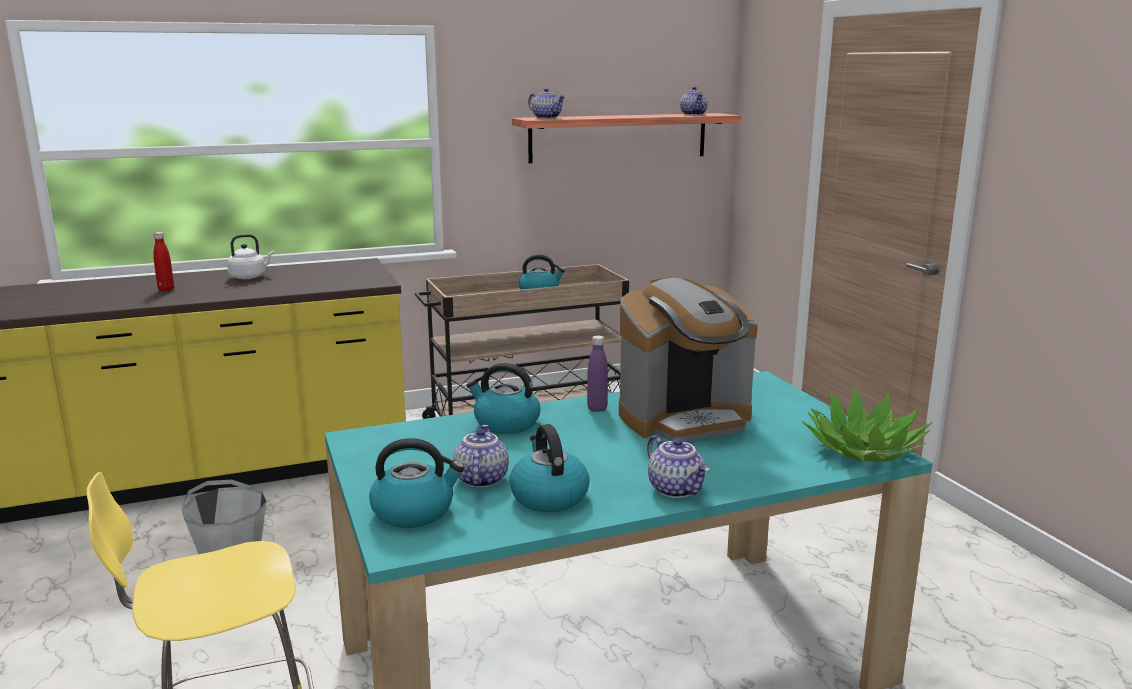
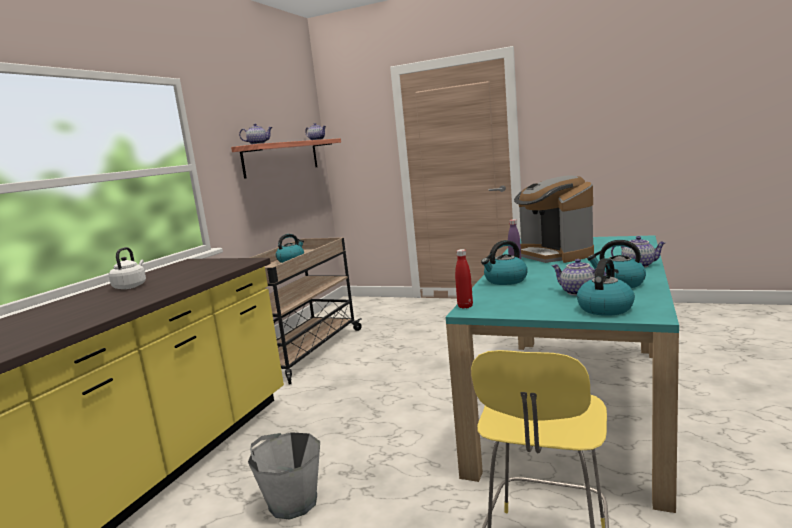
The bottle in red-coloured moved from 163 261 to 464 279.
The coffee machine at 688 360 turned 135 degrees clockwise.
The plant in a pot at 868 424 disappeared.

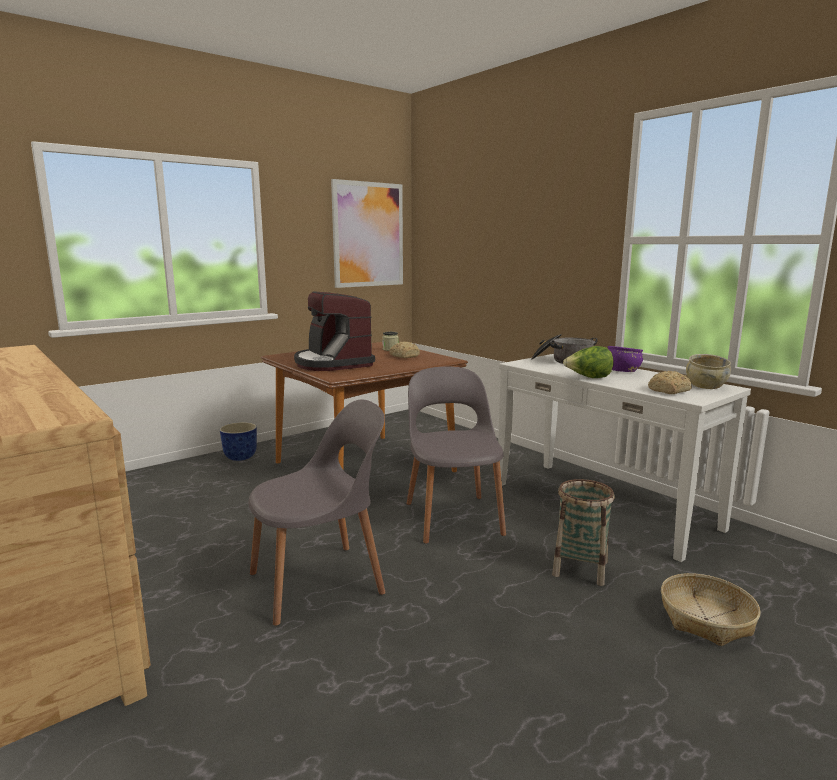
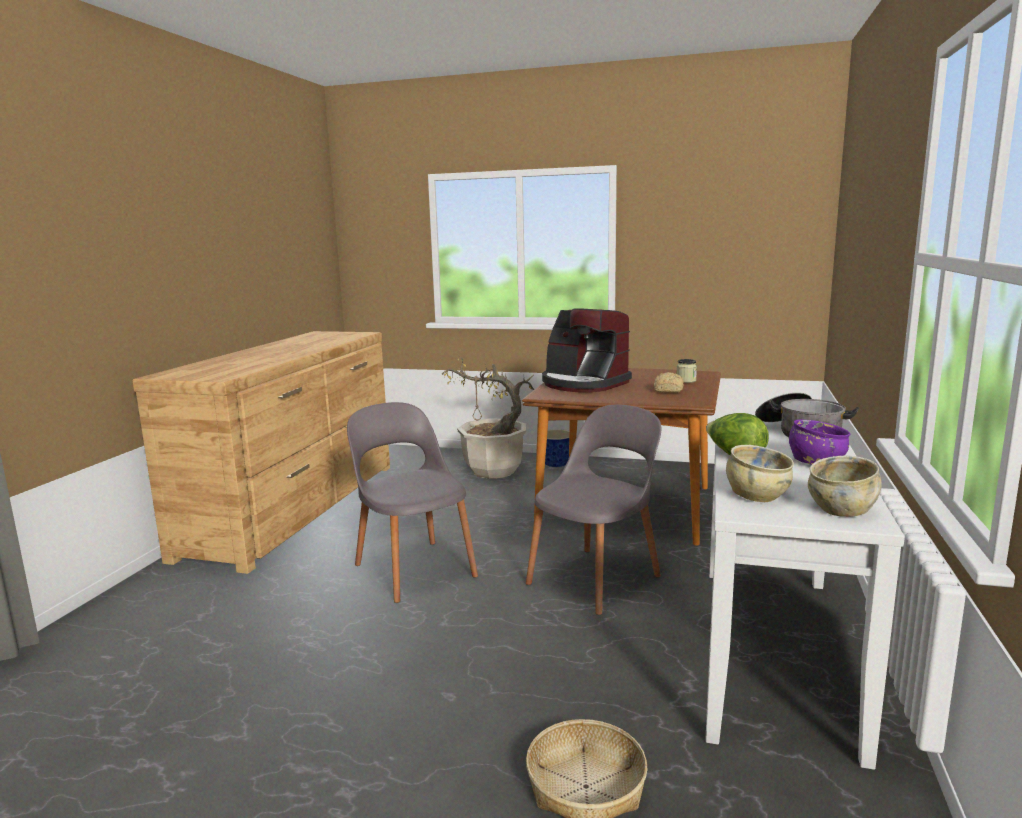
The wall picture at 367 233 disappeared.
The coffee machine at 334 331 turned 75 degrees counterclockwise.
The bread at 670 382 was replaced by the serving bowl in beige at 760 473.
The upright chair in gray at 317 513 turned 150 degrees counterclockwise.
The storage basket at 583 532 disappeared.
The plant in a pot at 488 417 appeared.

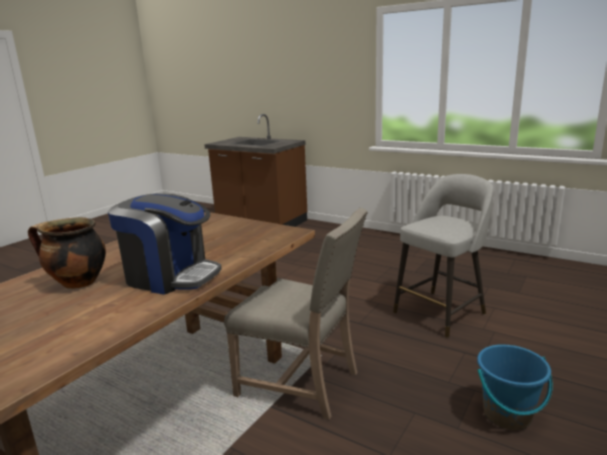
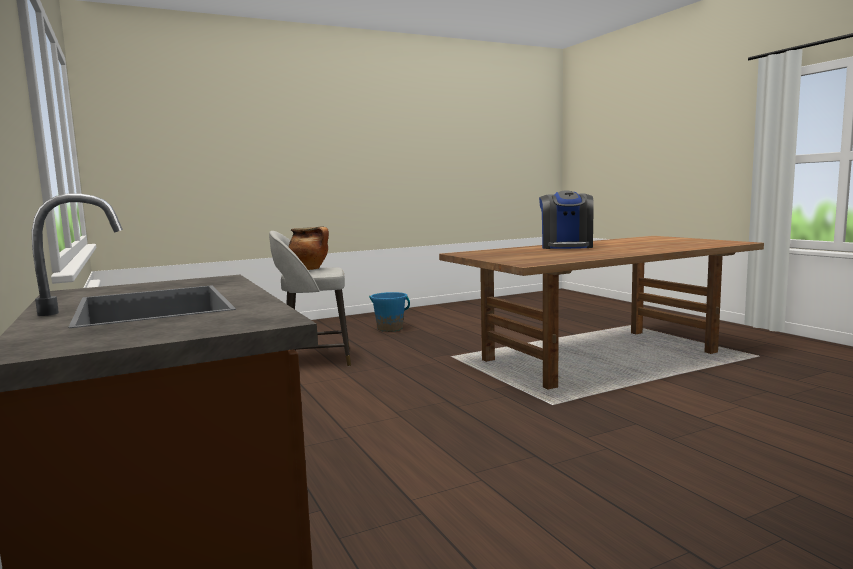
The coffee machine at 165 244 turned 135 degrees counterclockwise.
The upright chair in beige at 296 314 disappeared.
The cooking pot moved from 67 253 to 309 248.

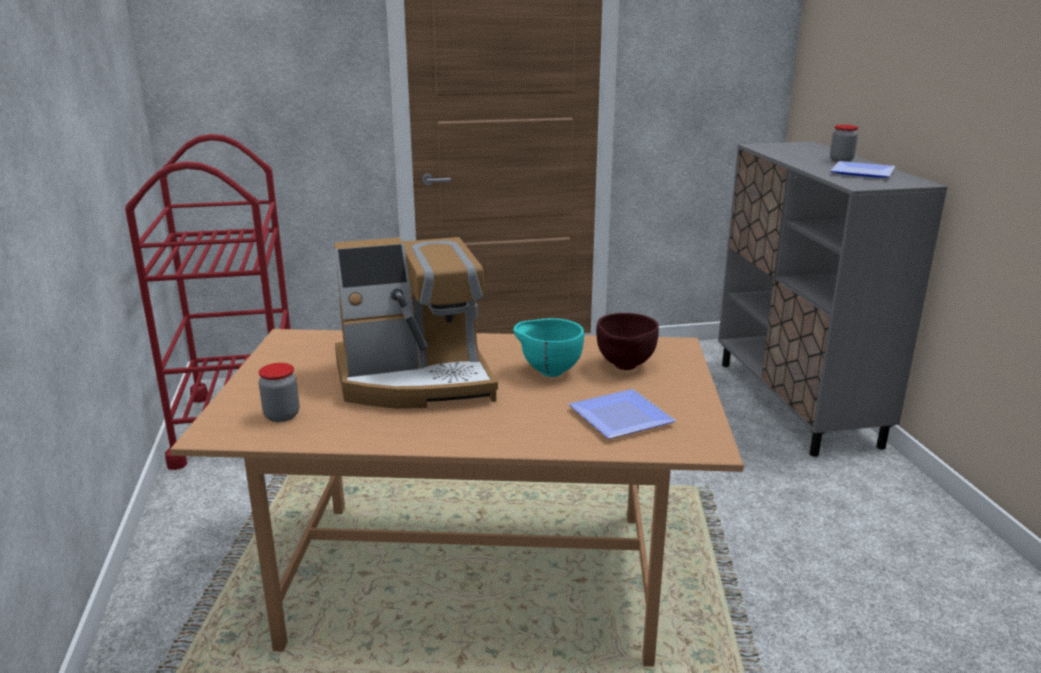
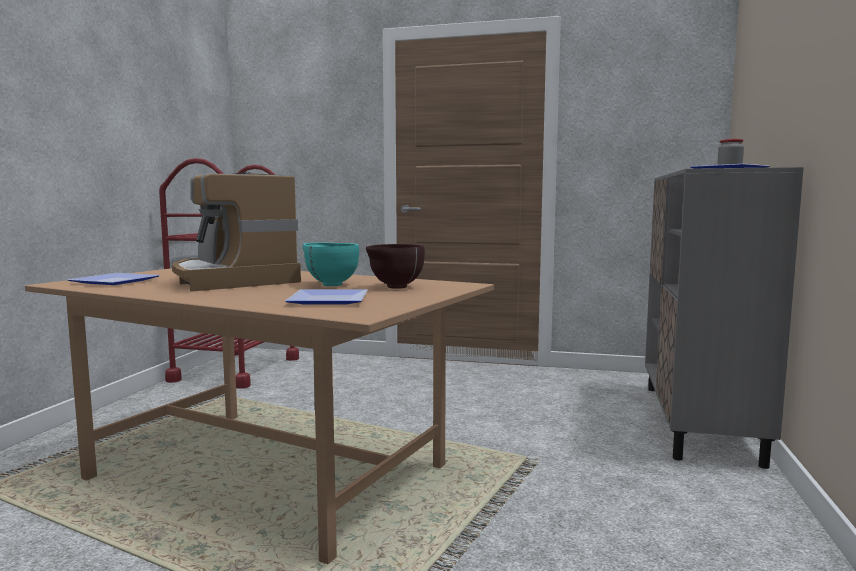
The coffee machine at 416 323 turned 45 degrees clockwise.
The jar at 279 392 was replaced by the dinner plate at 114 279.

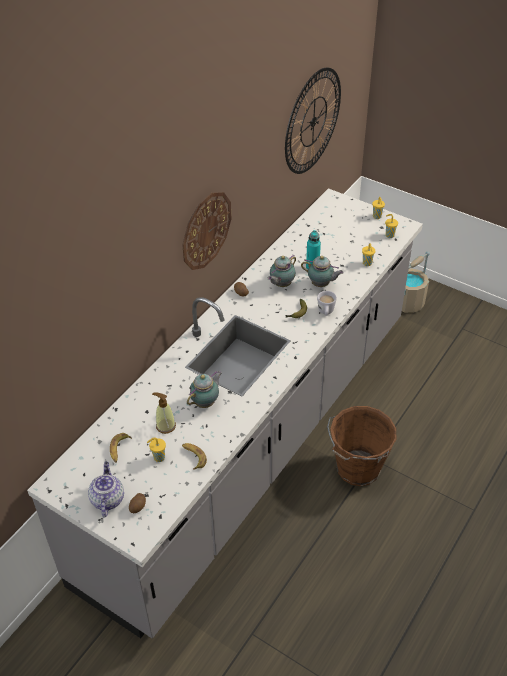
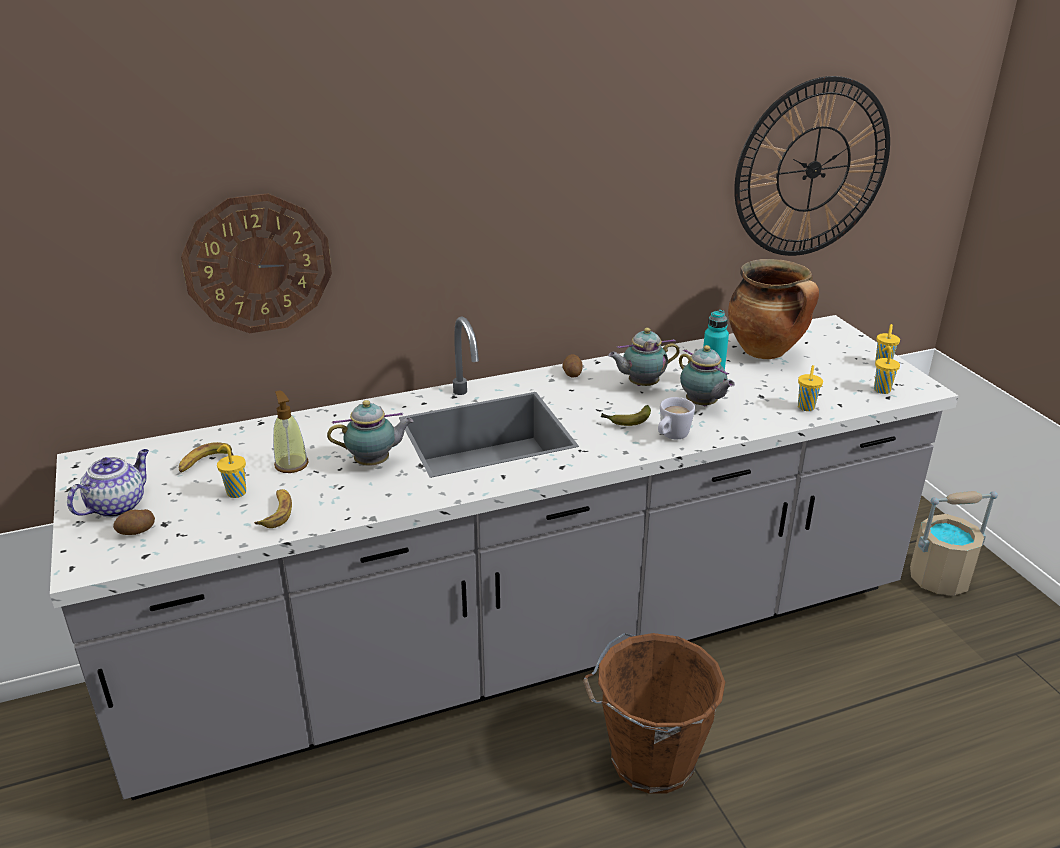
The clock on the wall moved from 206 231 to 256 263.
The cooking pot at 773 309 appeared.

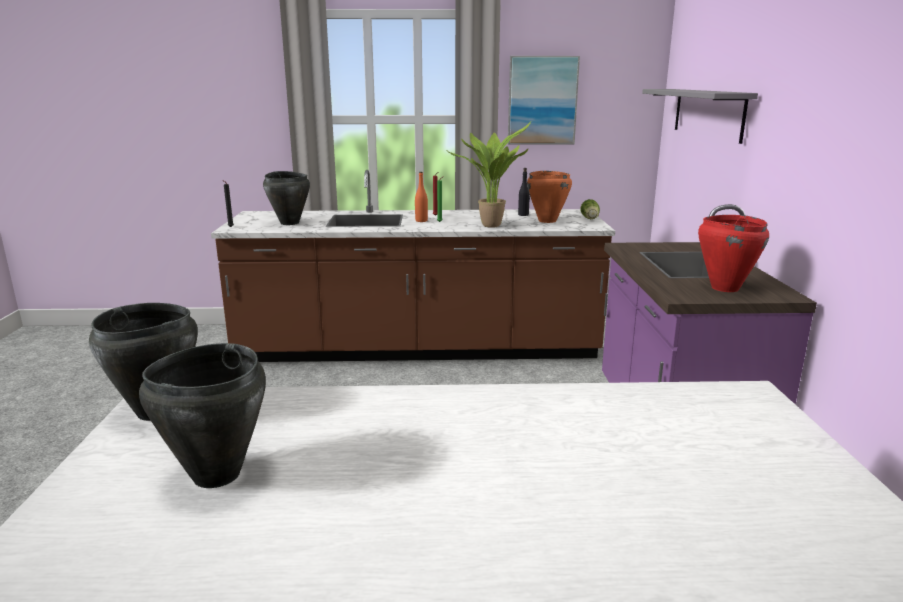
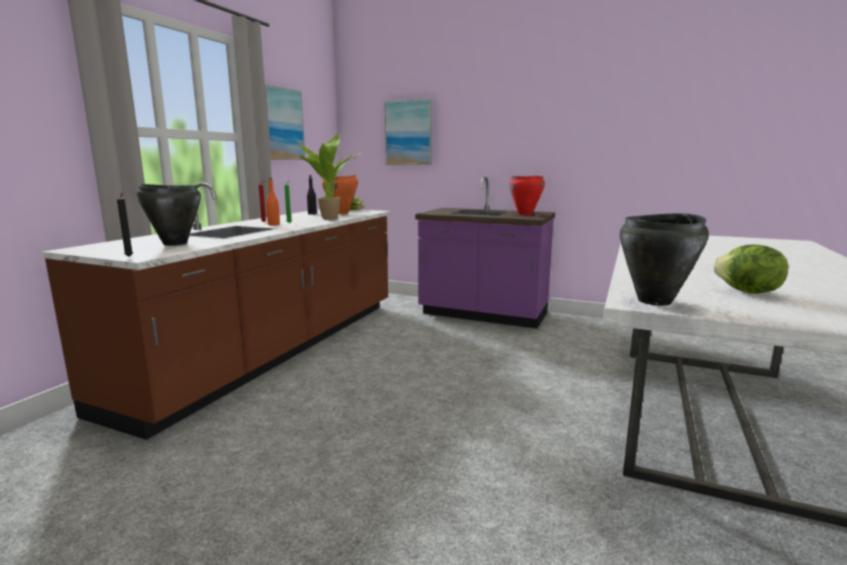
The wall shelf in gray at 700 116 was replaced by the wall picture at 408 132.
The cooking pot in black-coloured at 202 415 was replaced by the head of lettuce at 750 269.

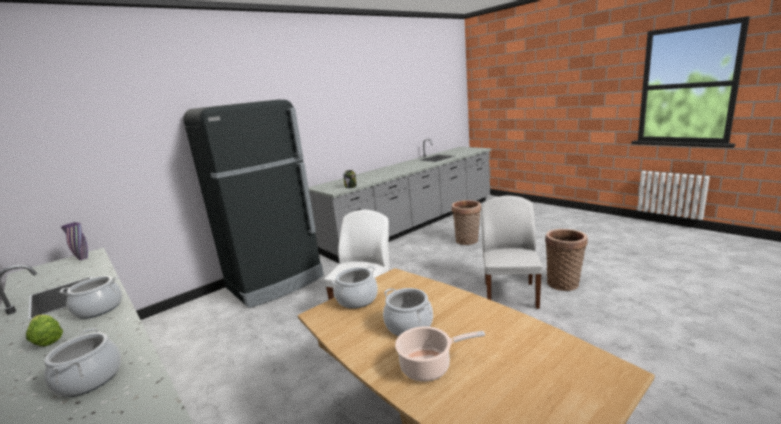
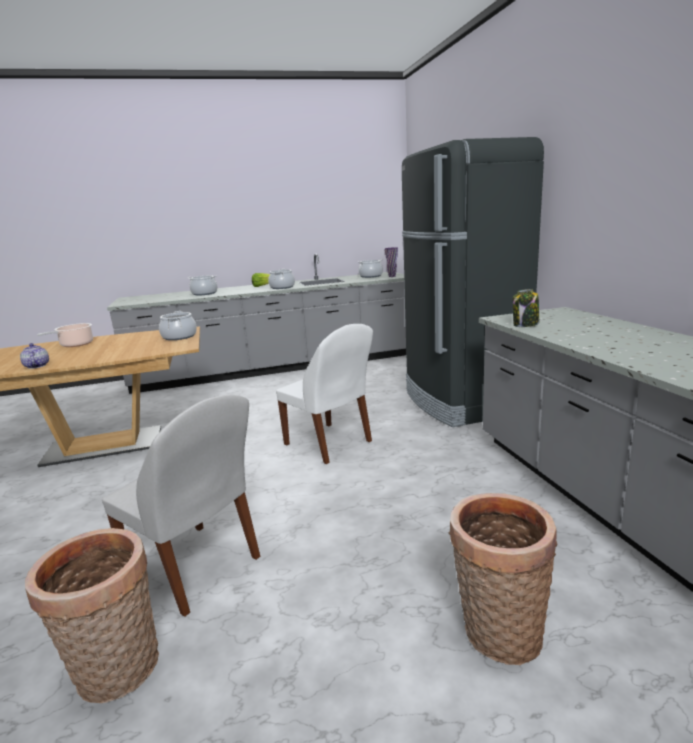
The cooking pot moved from 408 312 to 371 268.
The tea pot at 34 356 appeared.

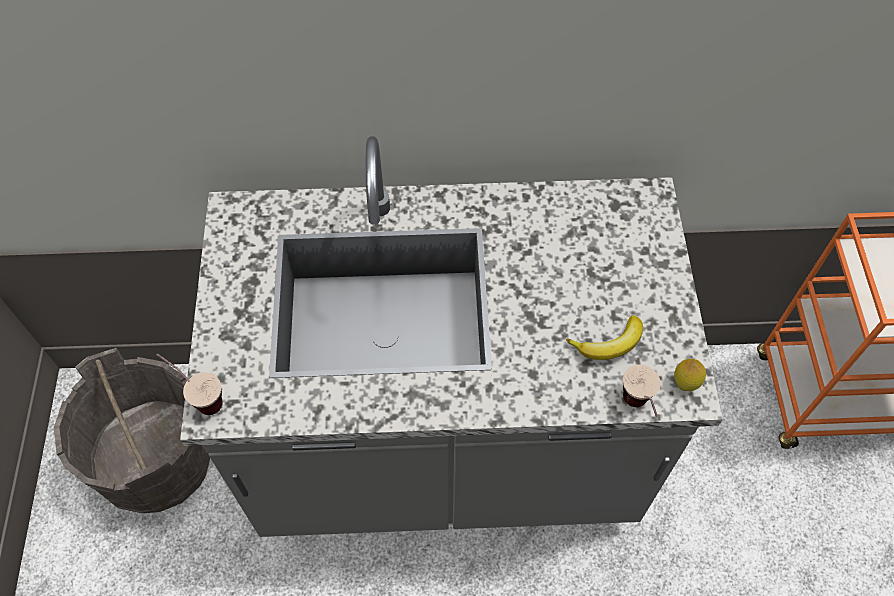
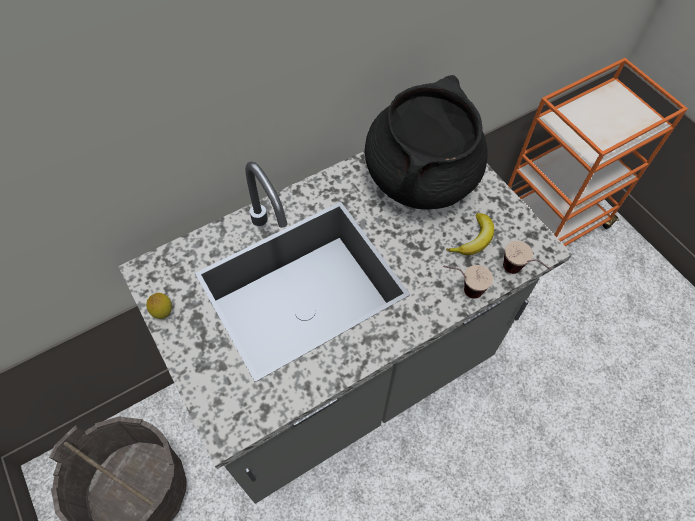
The drinking cup moved from 190 384 to 468 282.
The lemon moved from 690 375 to 159 306.
The cooking pot in black-coloured at 426 142 appeared.

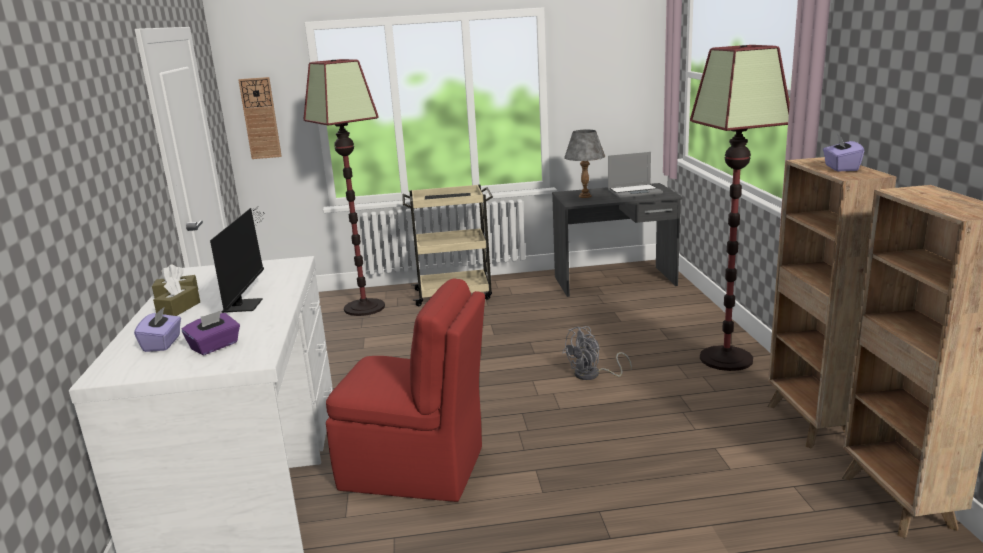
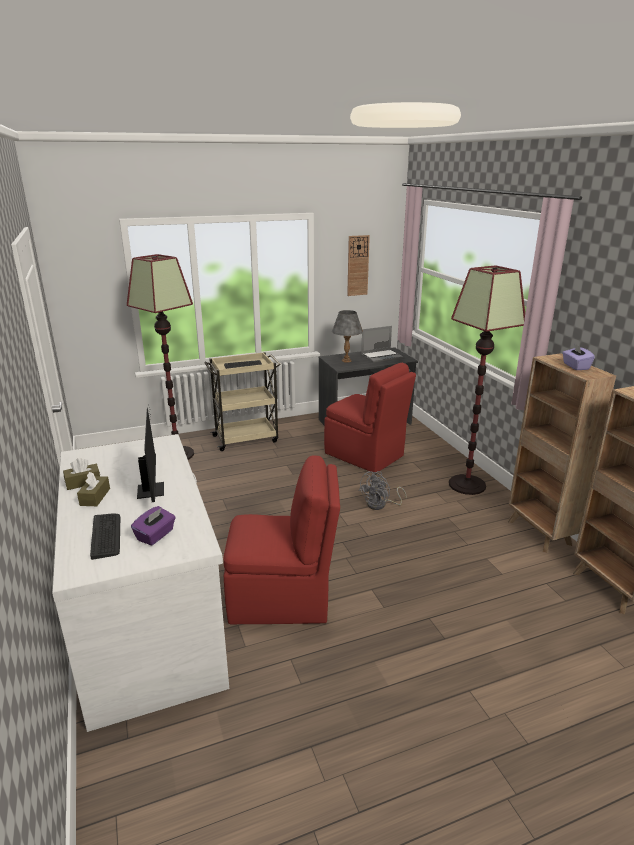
The clock on the wall moved from 260 118 to 358 265.
The tissue box in purplish at 157 329 was replaced by the PC keyboard at 105 537.
The upright chair in red-coloured at 370 417 appeared.

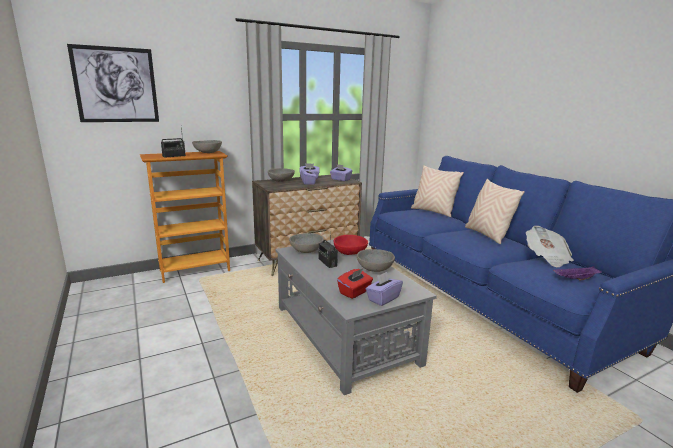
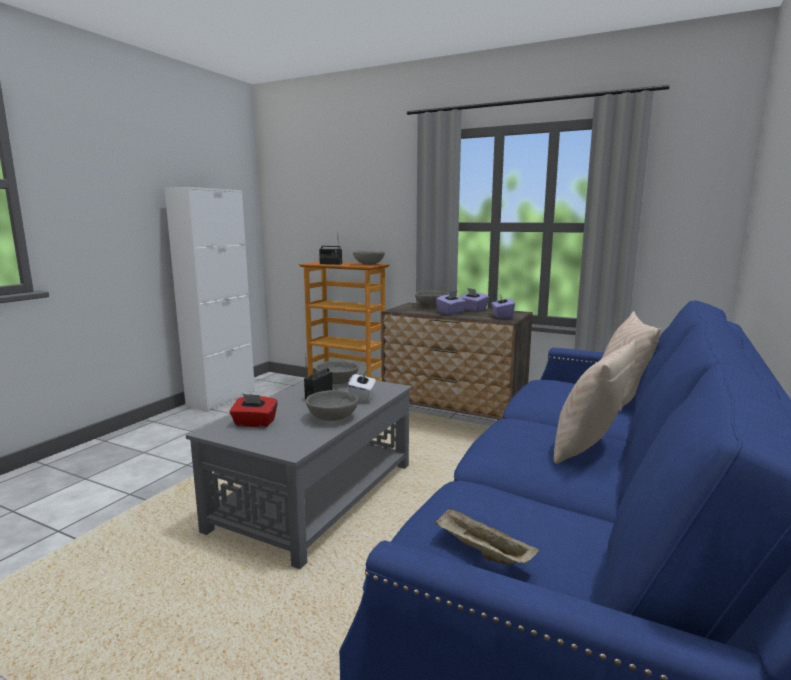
The wall picture at 113 83 disappeared.
The daily paper at 550 246 disappeared.
The serving bowl in red-coloured at 351 245 was replaced by the tissue box in white at 362 386.
The serving tray in purplish at 577 273 became the serving tray in beige at 486 536.
The tissue box in purplish at 384 289 disappeared.
The cupboard in white at 210 299 appeared.

